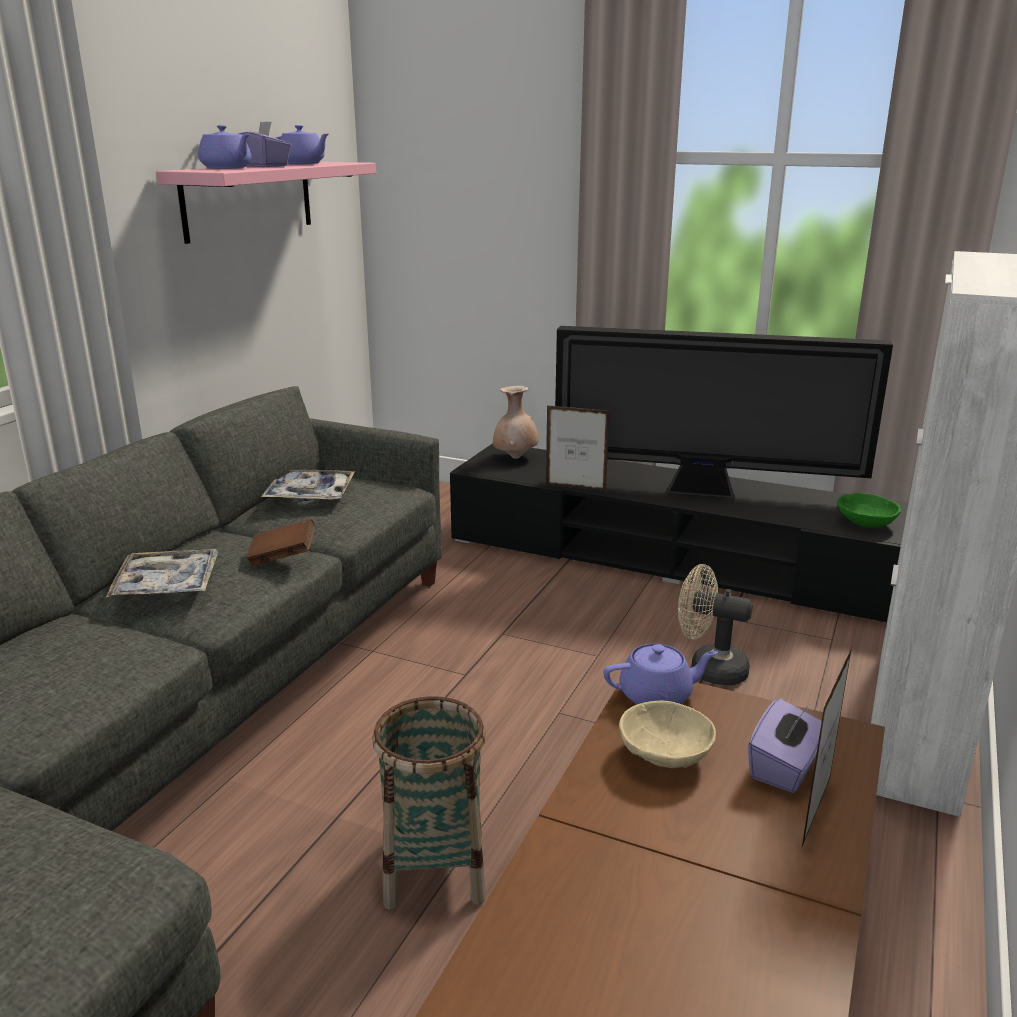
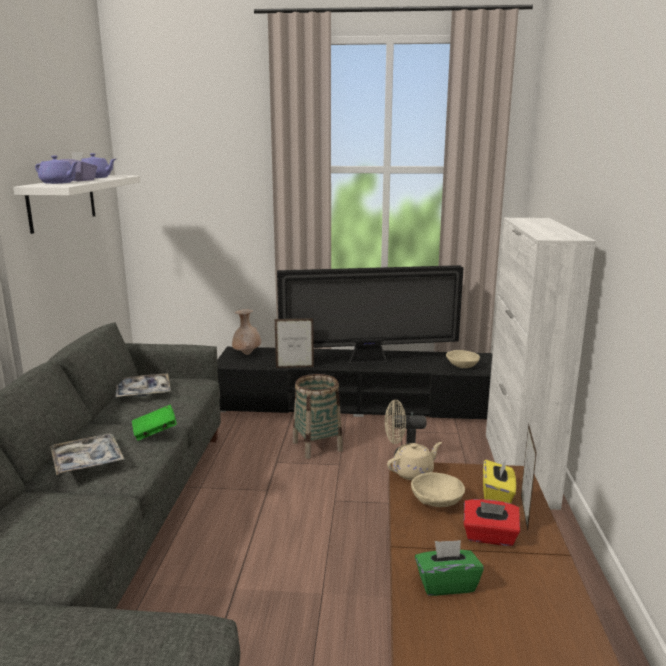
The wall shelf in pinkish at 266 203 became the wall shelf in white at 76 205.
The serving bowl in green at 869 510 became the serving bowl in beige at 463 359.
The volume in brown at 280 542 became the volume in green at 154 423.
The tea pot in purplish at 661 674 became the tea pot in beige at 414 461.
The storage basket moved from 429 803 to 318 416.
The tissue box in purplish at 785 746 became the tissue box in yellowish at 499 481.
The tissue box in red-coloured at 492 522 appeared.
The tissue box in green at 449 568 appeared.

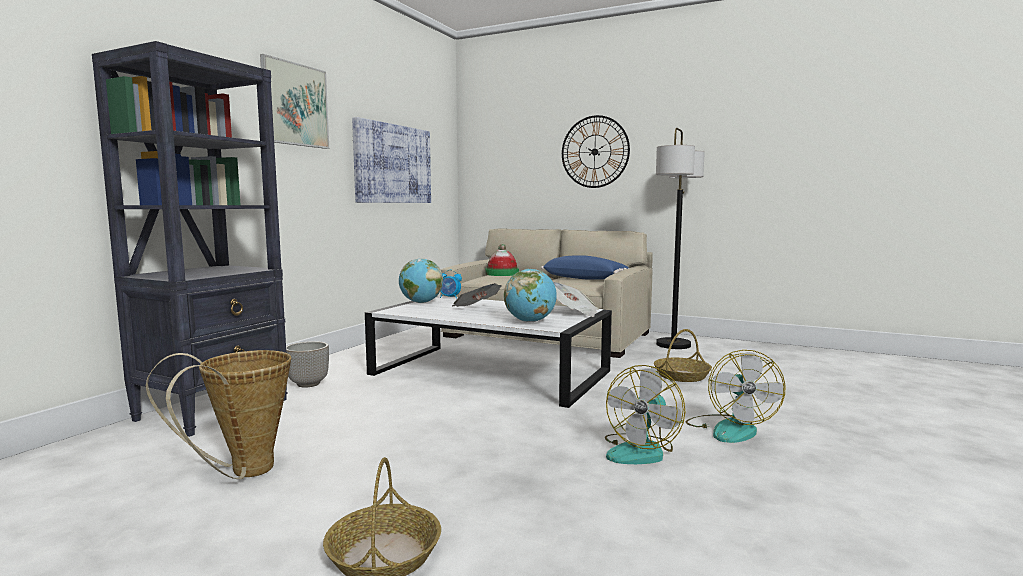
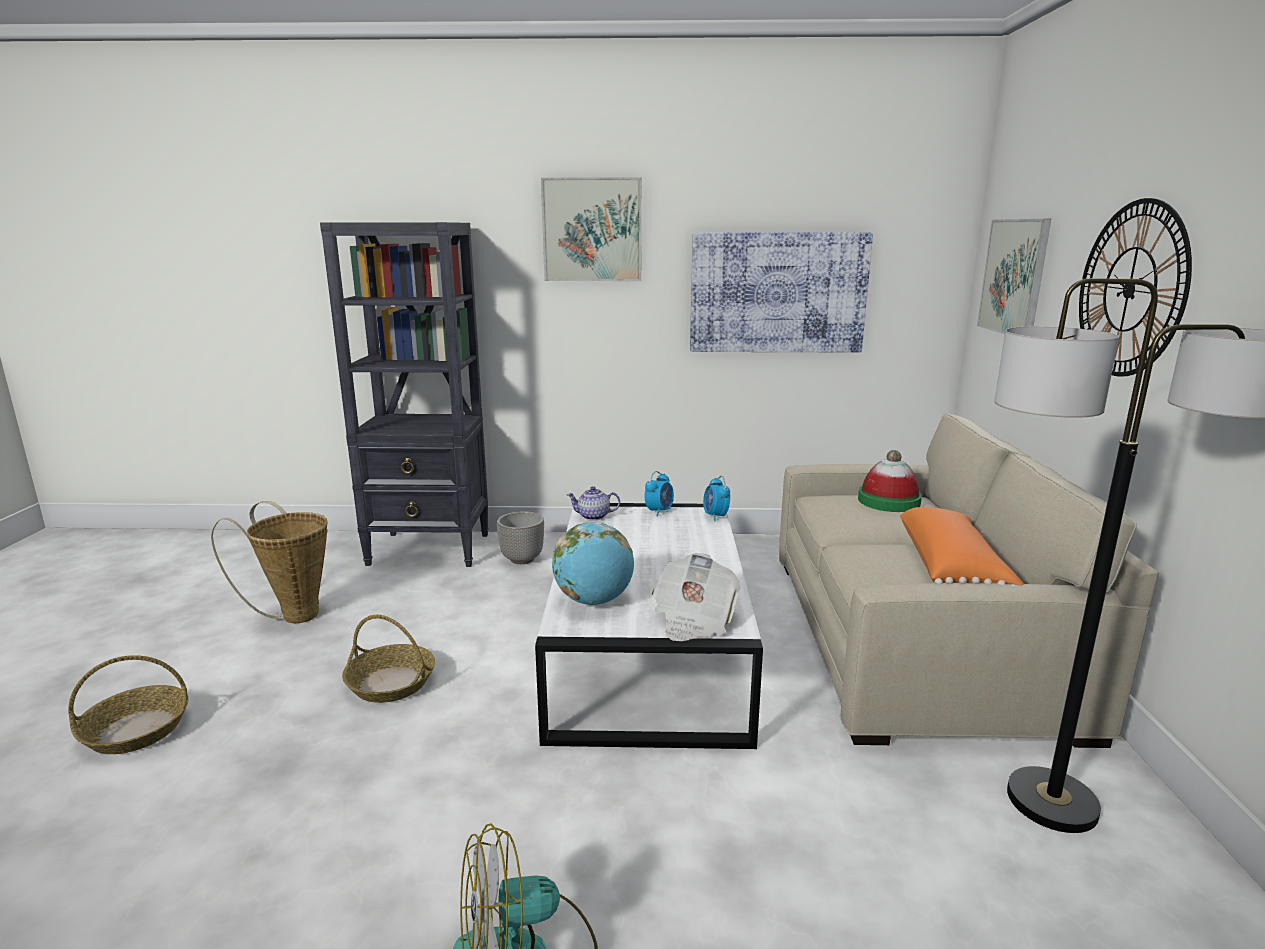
The cushion in bluish at 585 267 became the cushion in orange at 962 546.
The desk globe at 421 281 was replaced by the alarm clock at 659 494.
The daily paper at 477 295 disappeared.
The storage basket moved from 683 355 to 388 659.
The electric fan at 645 414 disappeared.
The wall picture at 1014 276 appeared.
The tea pot at 593 503 appeared.

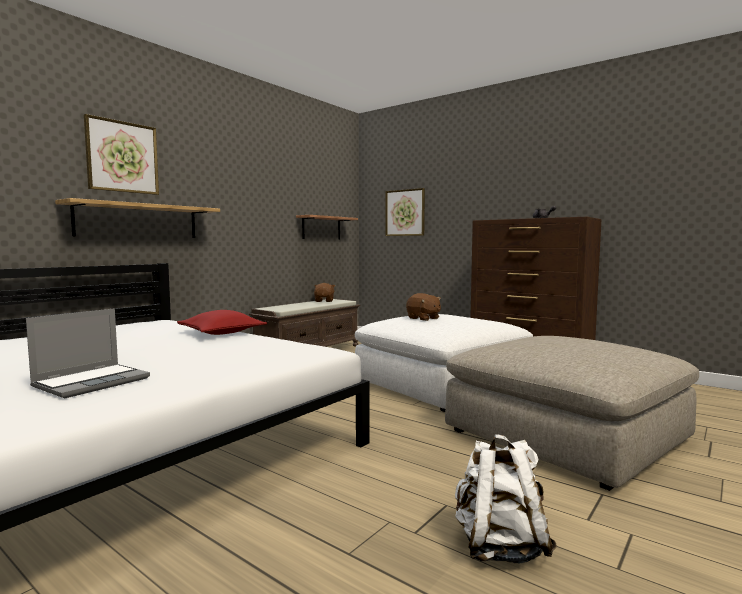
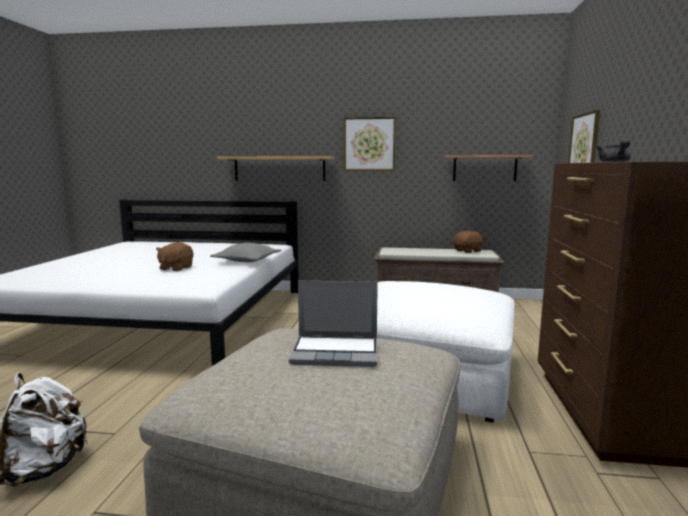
The wall picture moved from 121 154 to 370 144.
The cuddly toy in brown moved from 423 307 to 174 256.
The notebook computer moved from 88 353 to 333 324.
The cushion in red-coloured at 222 322 became the cushion in gray at 245 252.

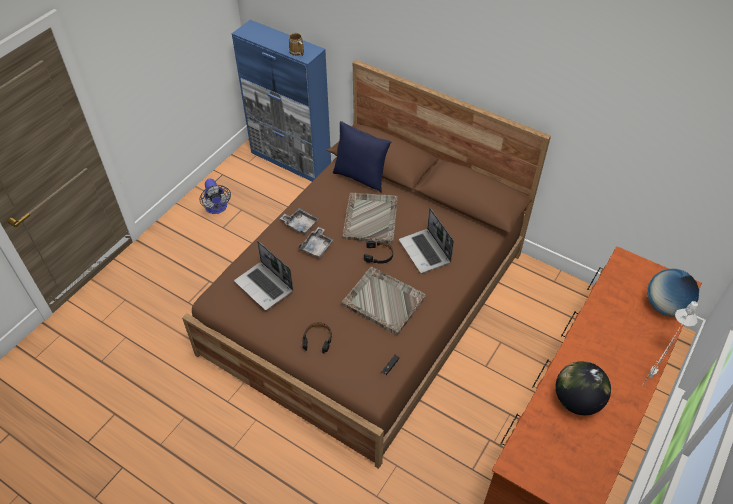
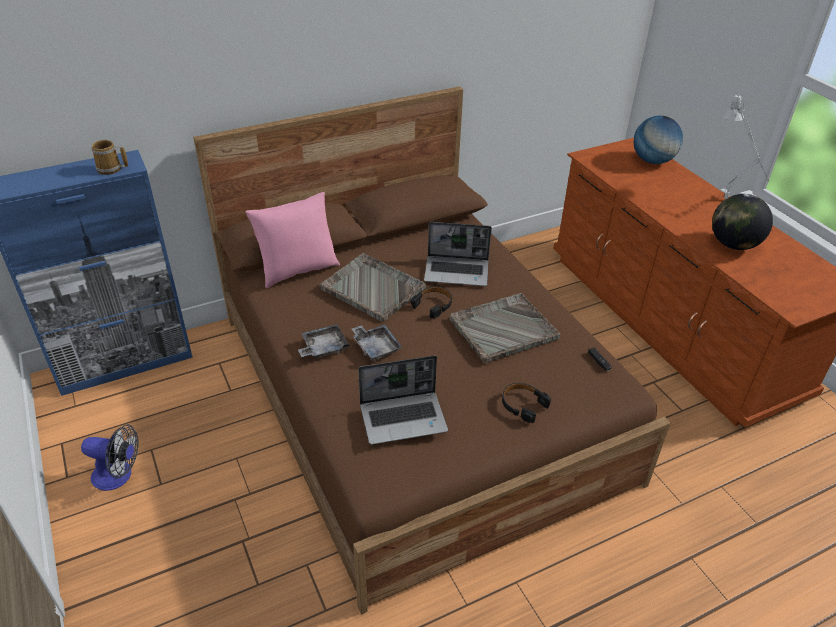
The cushion in bluish at 362 156 became the cushion in pinkish at 292 240.

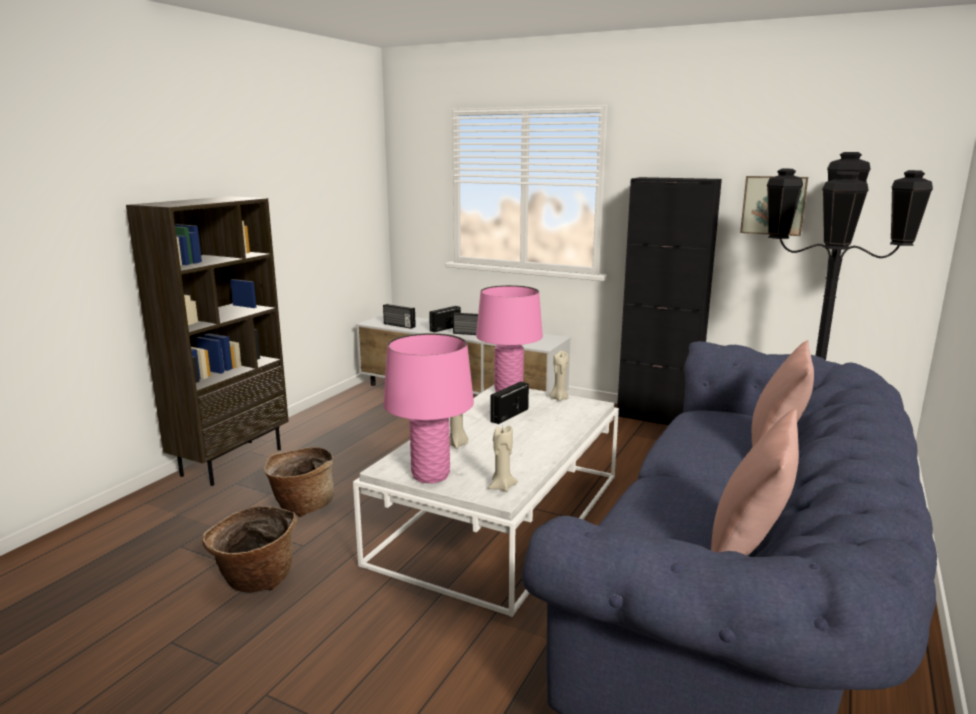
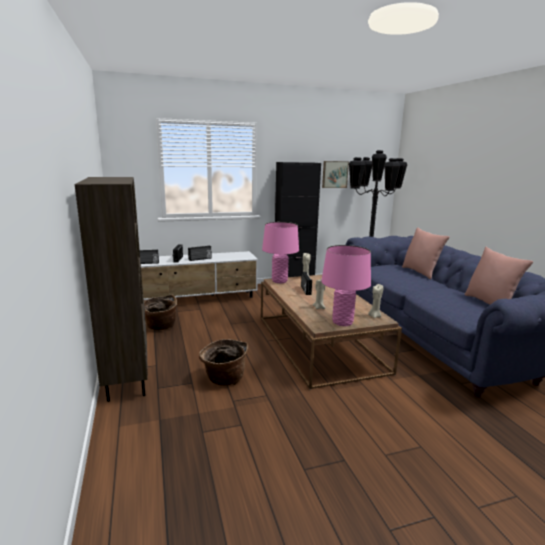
The lounge table in white at 486 501 became the lounge table in brown at 331 332.
The storage basket moved from 249 549 to 160 312.

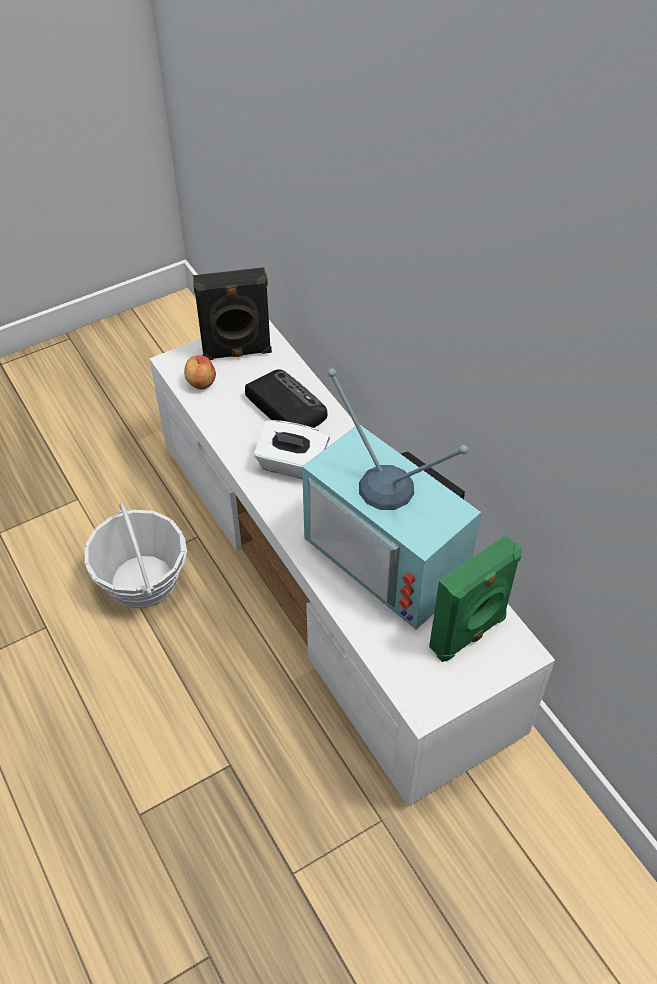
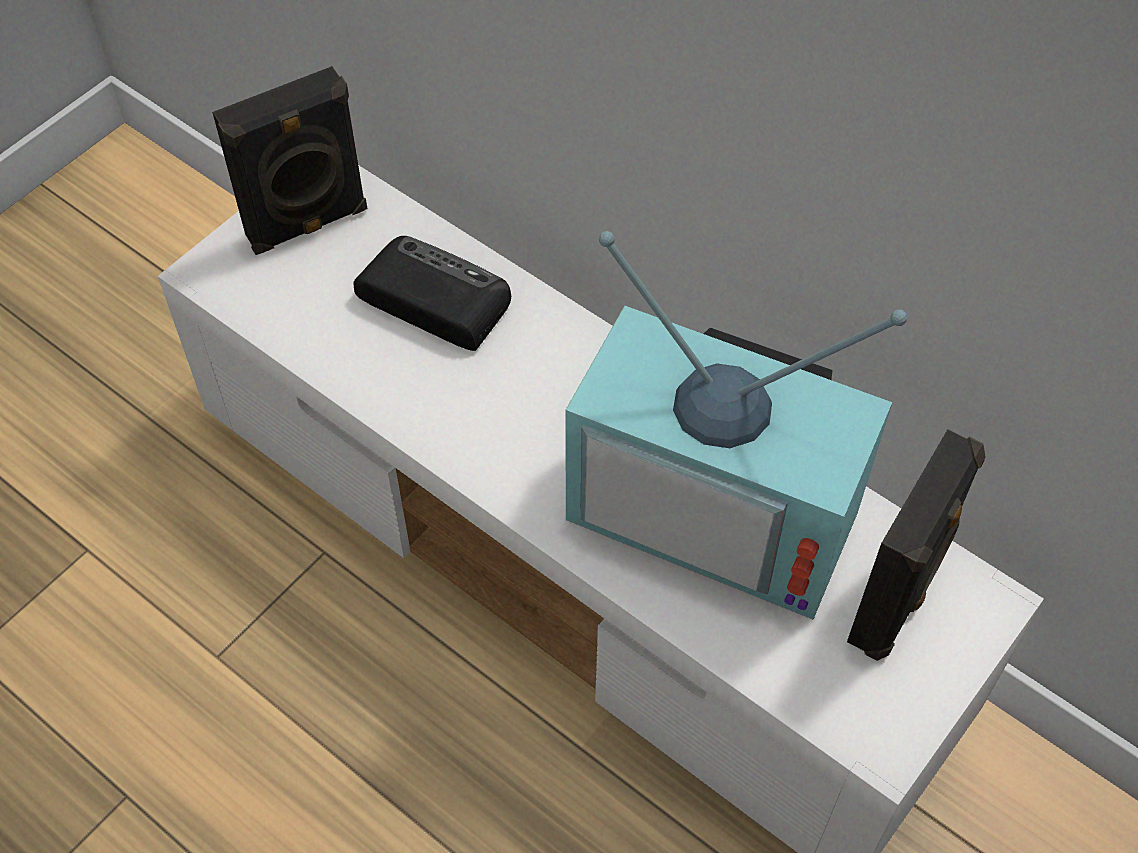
The apple at 200 372 disappeared.
The tissue box in white at 292 450 disappeared.
The storage basket at 136 555 disappeared.
The audio speaker in green at 475 598 became the audio speaker in black-coloured at 916 545.

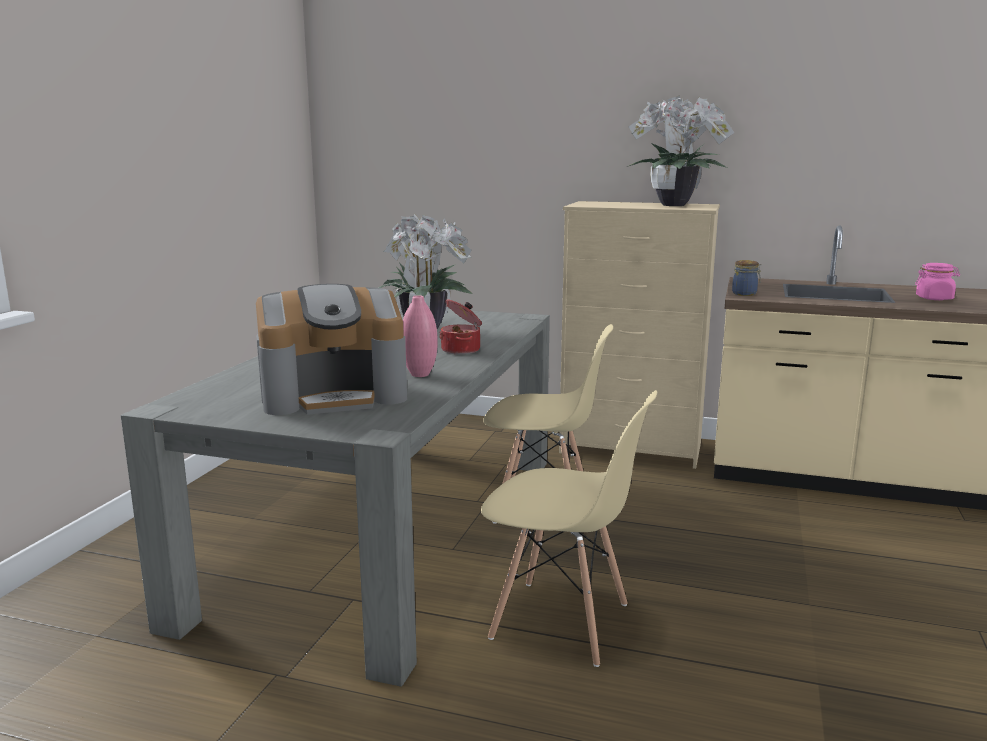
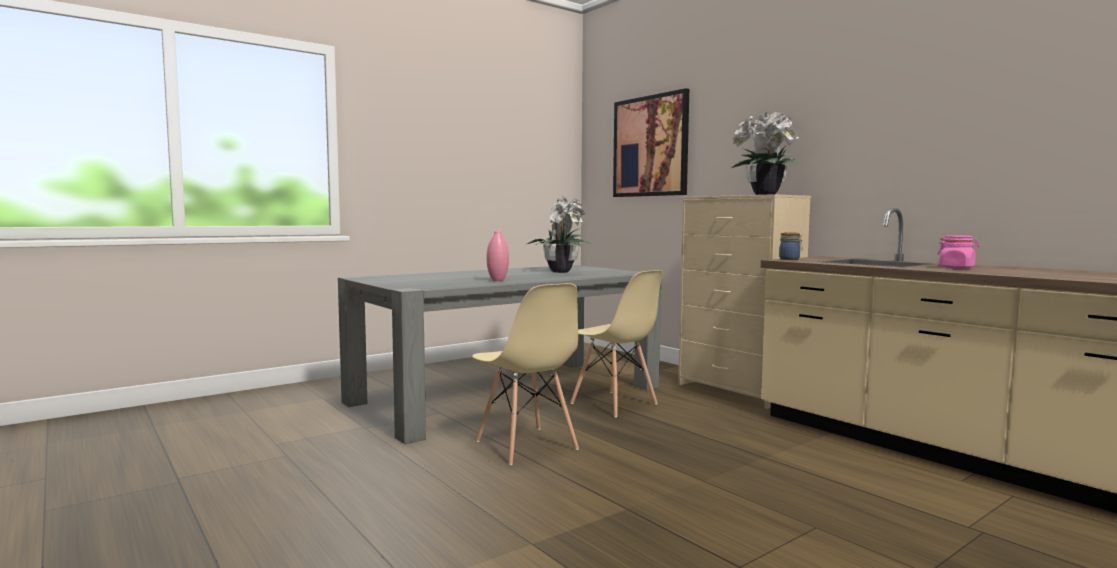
The coffee machine at 331 349 disappeared.
The cooking pot at 460 326 disappeared.
The wall picture at 651 142 appeared.

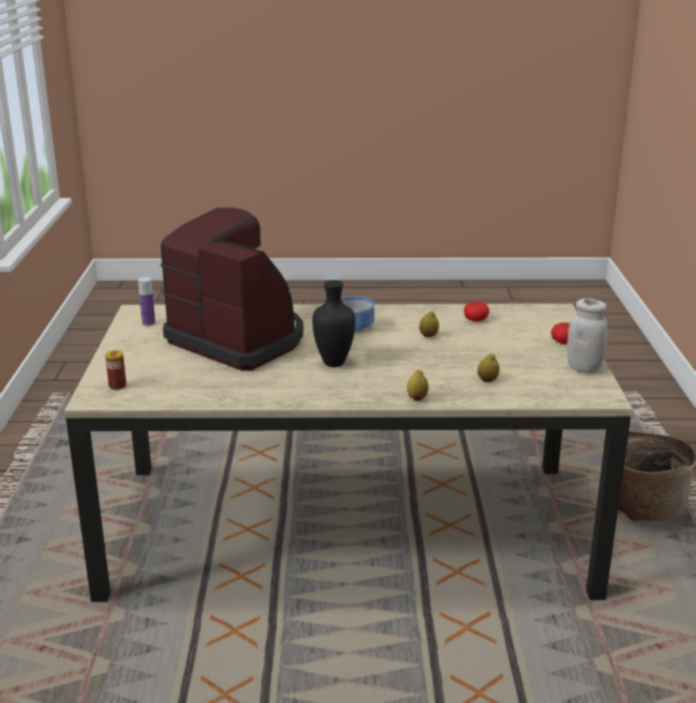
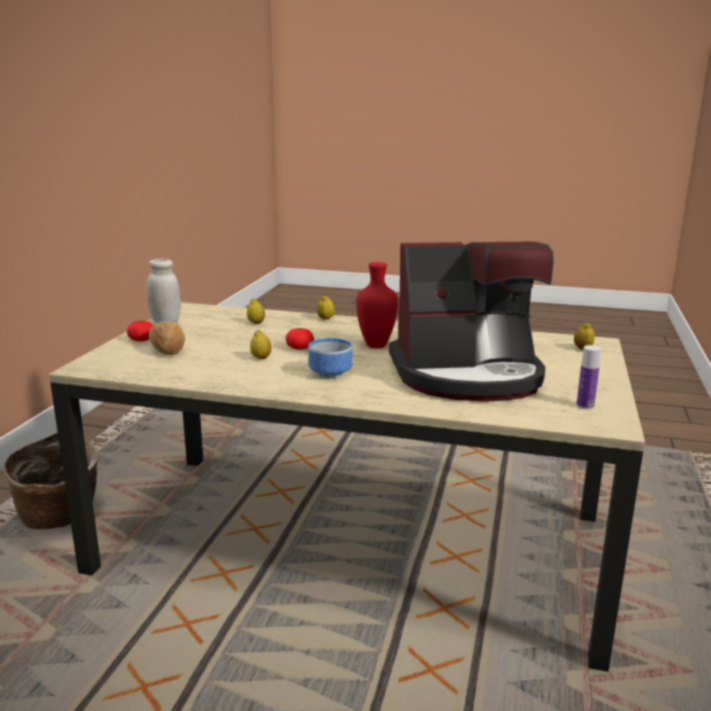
The coffee machine at 231 289 turned 60 degrees counterclockwise.
The flower vase in black-coloured at 333 323 became the flower vase in red-coloured at 377 305.
The fresh tomato moved from 476 311 to 300 339.
The sealed can at 115 370 was replaced by the lemon at 584 335.
The bread at 167 338 appeared.

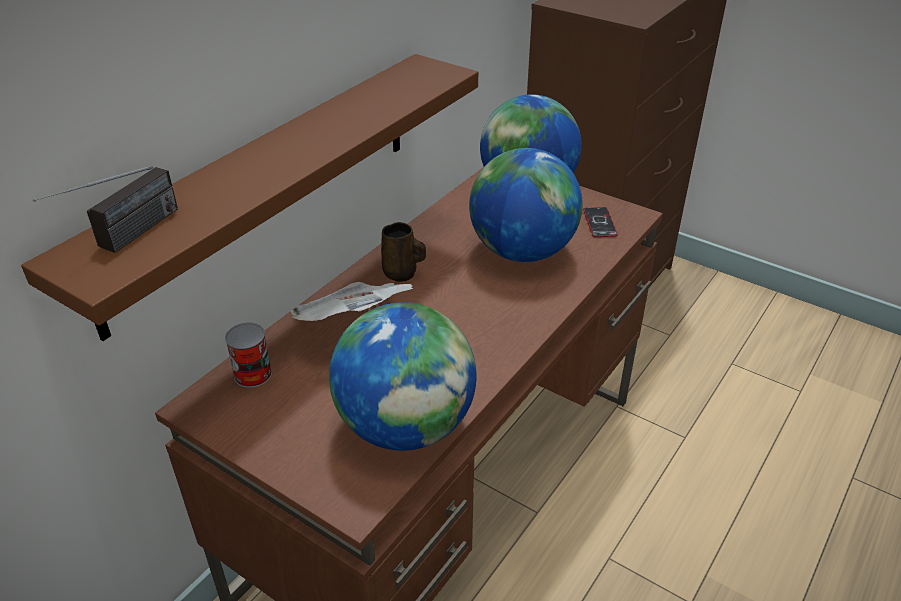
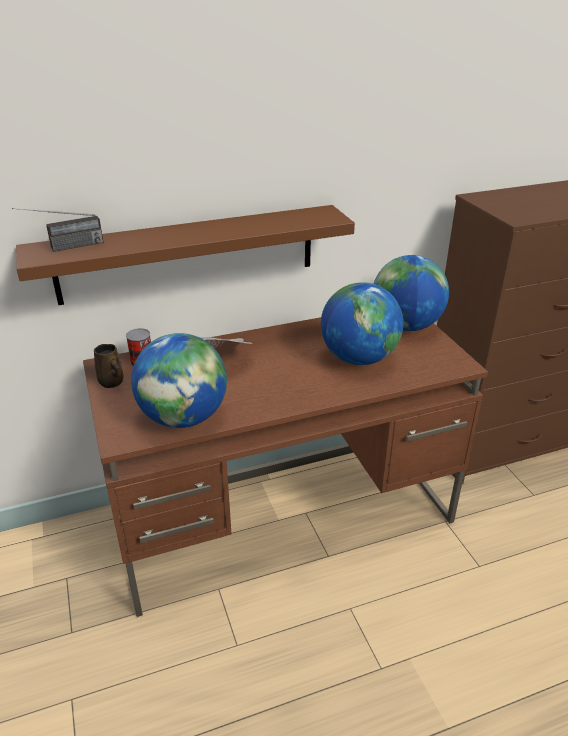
The phone at 600 222 disappeared.
The tea mug in brown moved from 403 252 to 108 366.

